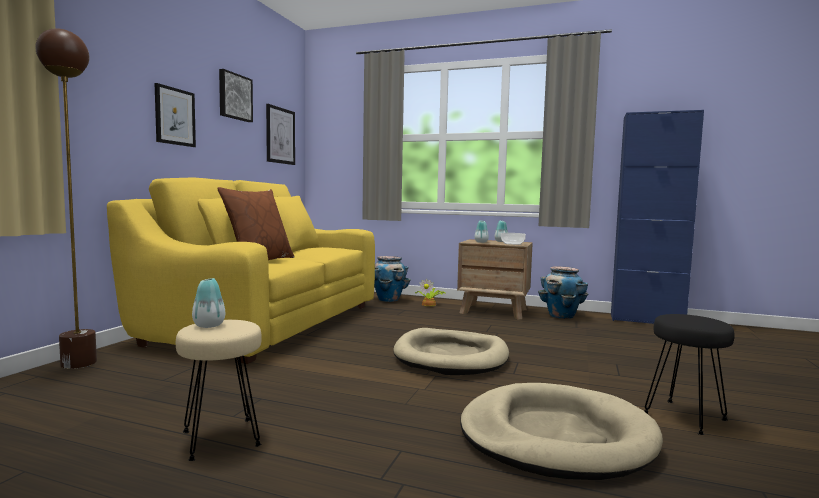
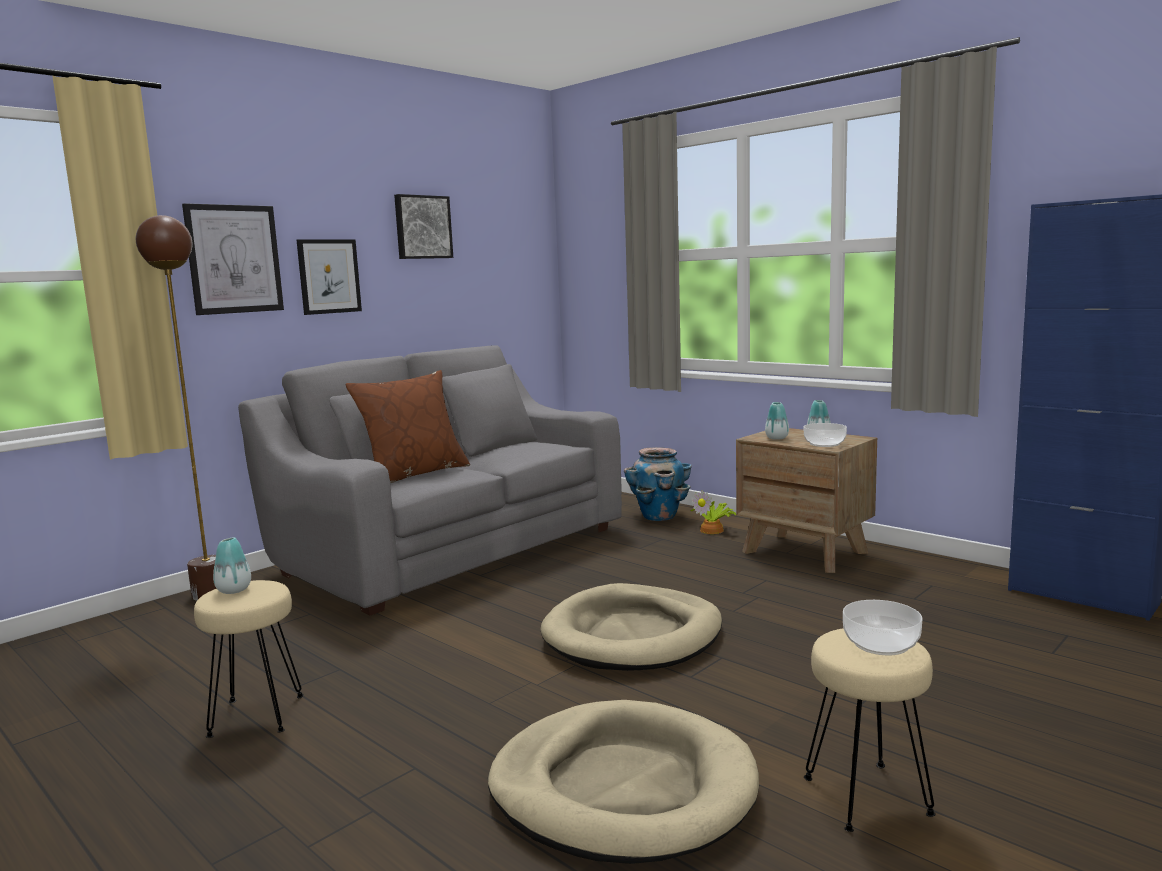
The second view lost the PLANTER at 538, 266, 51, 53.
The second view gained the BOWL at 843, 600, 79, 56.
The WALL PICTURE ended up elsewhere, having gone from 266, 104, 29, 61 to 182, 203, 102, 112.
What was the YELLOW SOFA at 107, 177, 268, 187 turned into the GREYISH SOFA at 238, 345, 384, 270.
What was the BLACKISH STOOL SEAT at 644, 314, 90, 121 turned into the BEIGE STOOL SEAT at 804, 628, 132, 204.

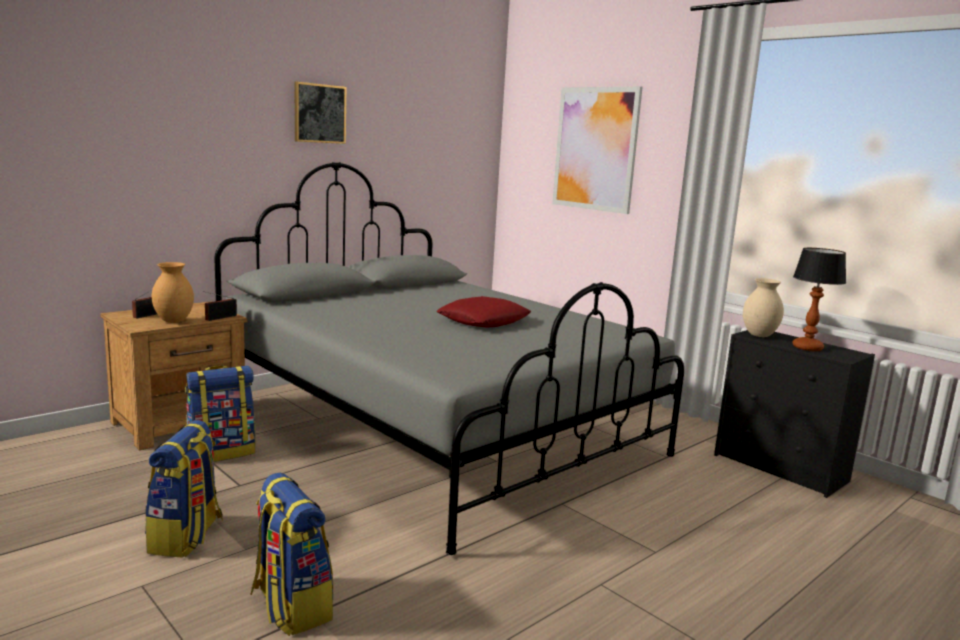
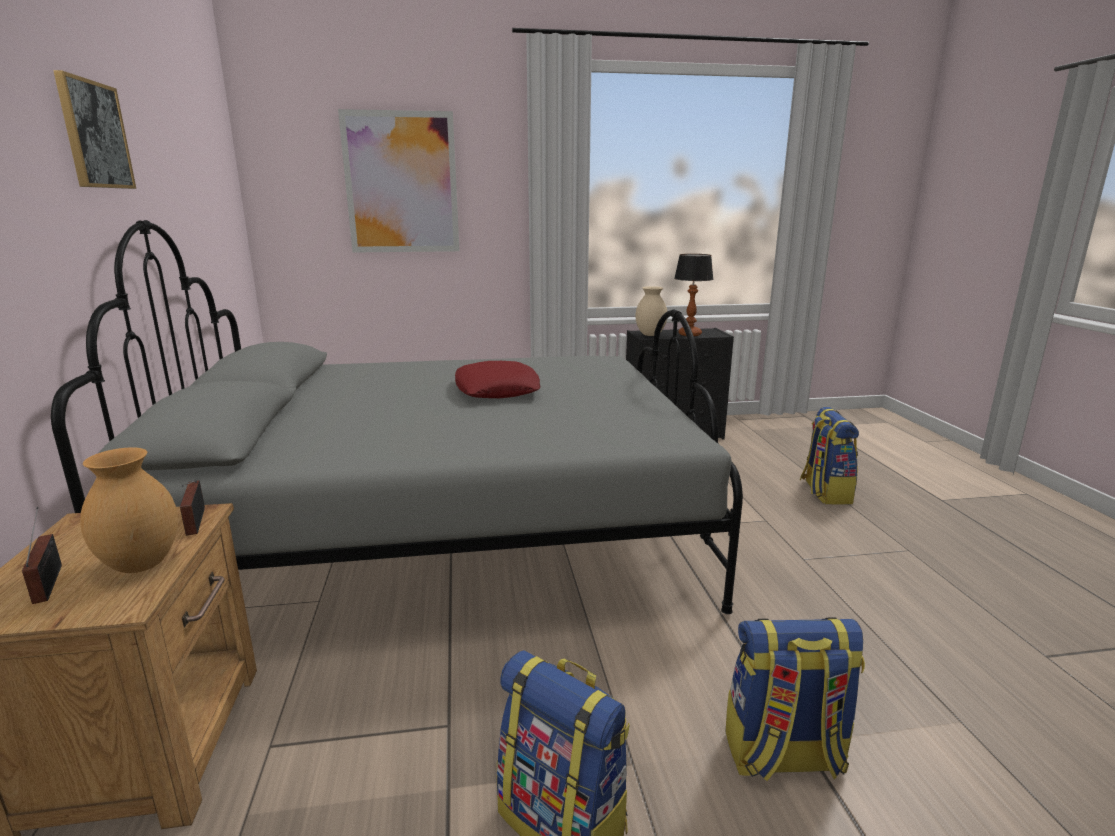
The KNAPSACK ended up elsewhere, having gone from 185, 365, 71, 97 to 800, 407, 59, 98.

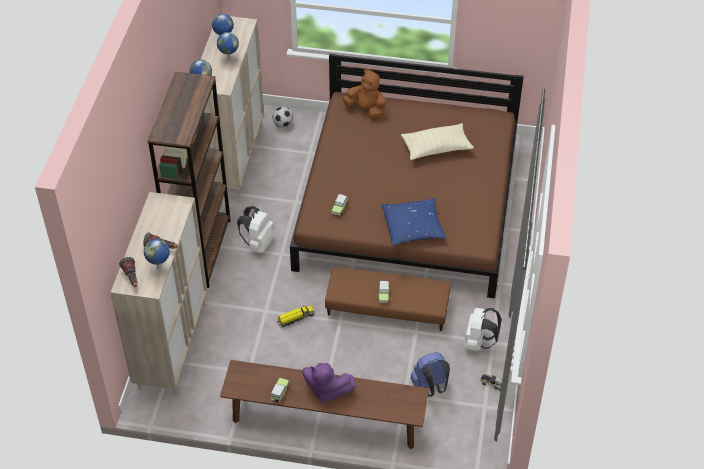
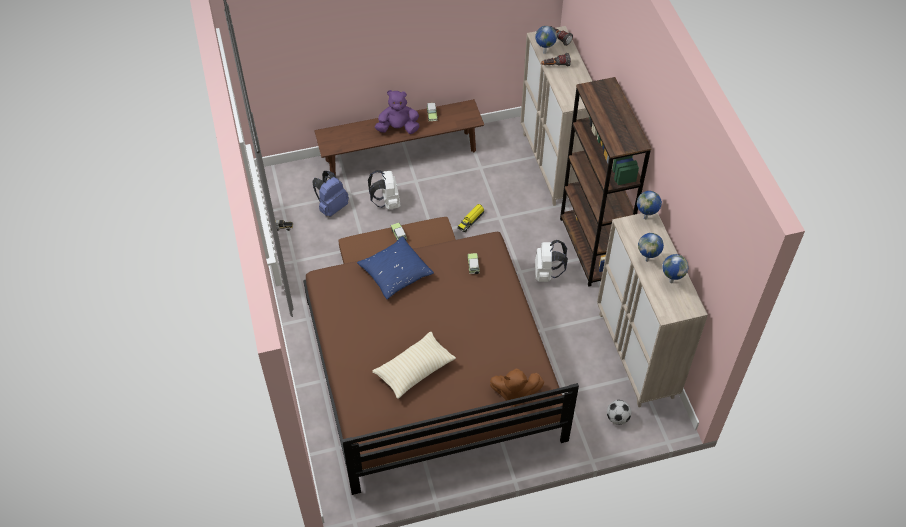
The WHITE KNAPSACK ended up elsewhere, having gone from 464, 308, 38, 43 to 368, 170, 32, 39.

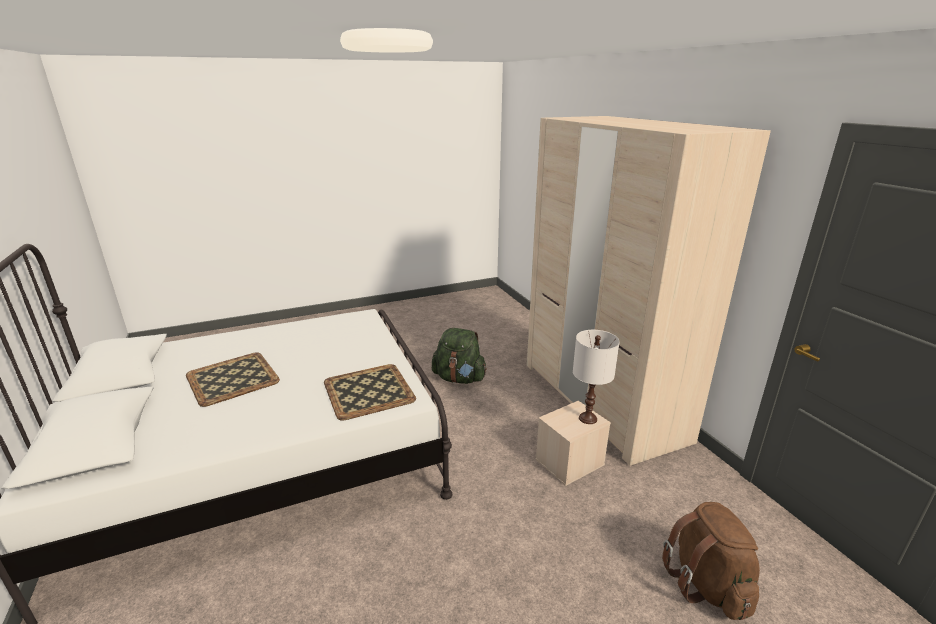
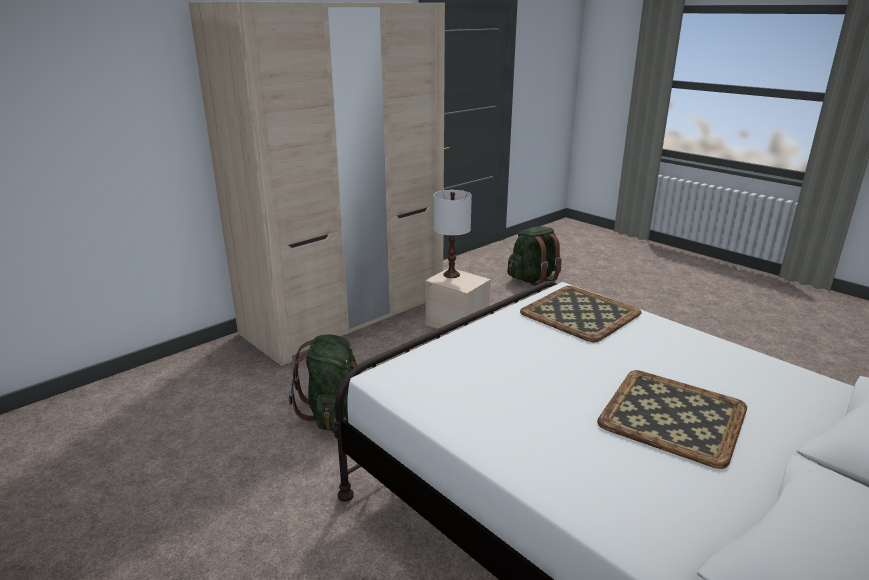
What was the BROWNISH KNAPSACK at 662, 502, 98, 118 turned into the GREENISH KNAPSACK at 507, 226, 55, 60.

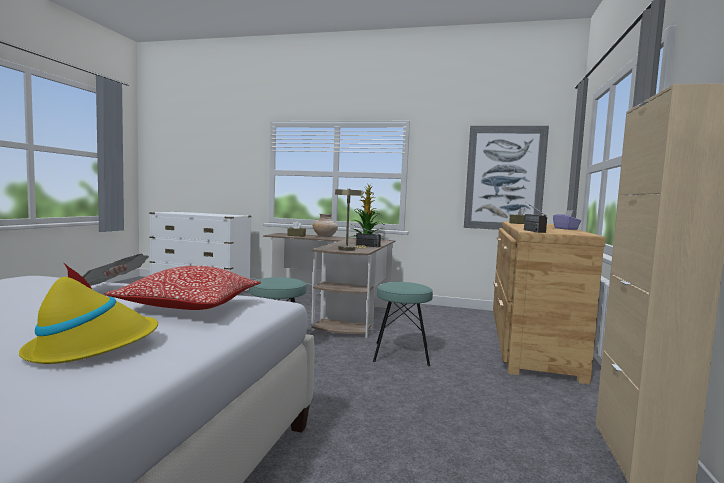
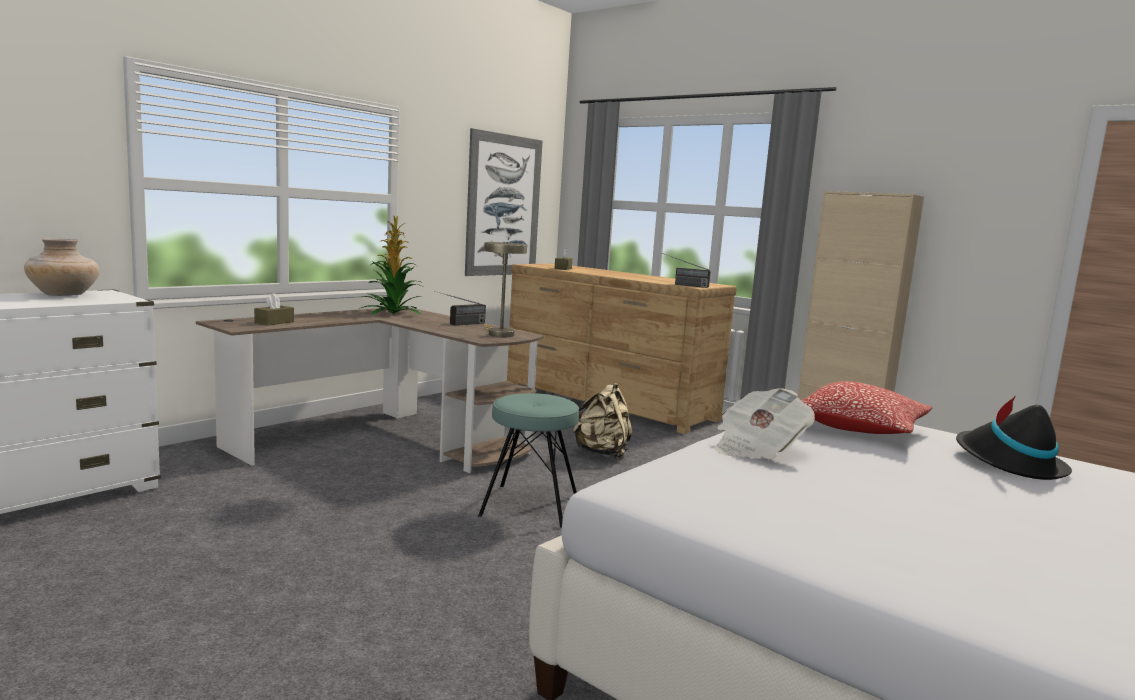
The second view lost the PURPLE TISSUE BOX at 553, 210, 28, 20.
The BEIGE DECORATIVE VASE ended up elsewhere, having gone from 313, 214, 25, 23 to 24, 238, 75, 58.
Where the BLUE-GREEN STOOL SEAT stood at 373, 282, 60, 84, the BEIGE KNAPSACK came to stand at 573, 383, 60, 76.
What was the YELLOW CLOTHING HAT at 19, 262, 139, 102 turned into the BLACKISH CLOTHING HAT at 956, 396, 116, 84.

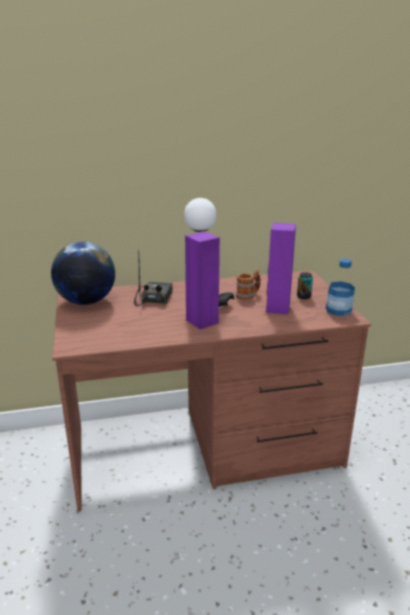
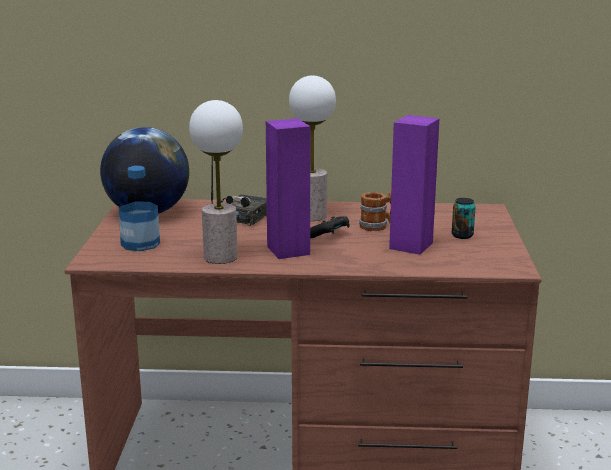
The second view gained the TABLETOP LAMP at 189, 100, 54, 164.
The DRINK BOTTLE ended up elsewhere, having gone from 326, 259, 29, 57 to 119, 166, 41, 85.

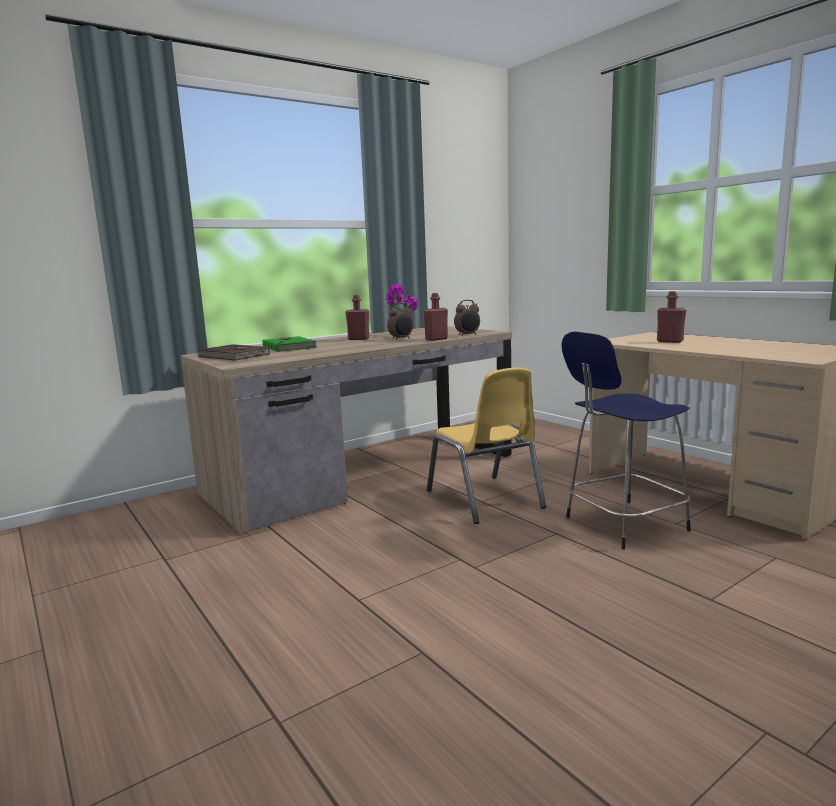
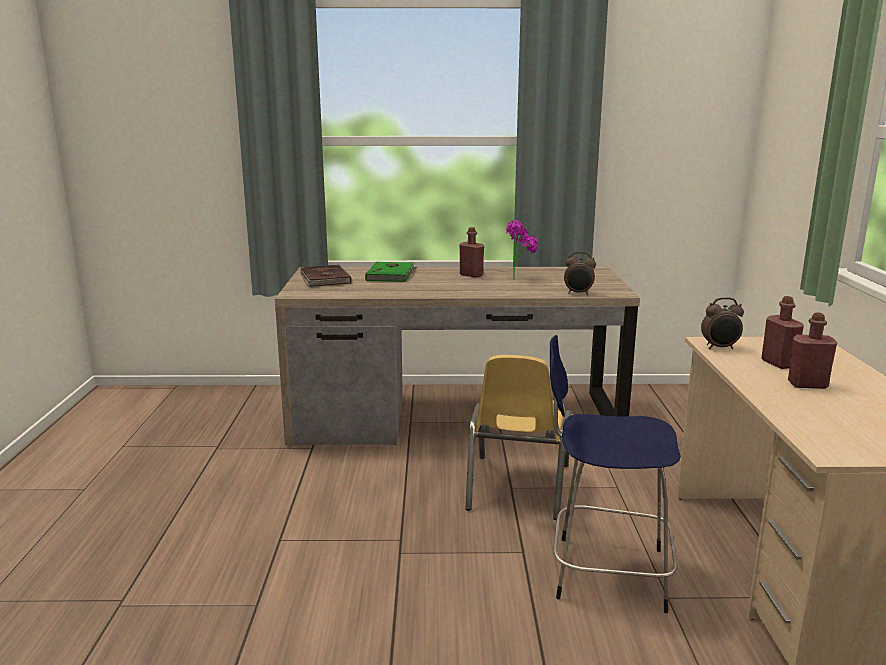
The ALARM CLOCK ended up elsewhere, having gone from 387, 303, 26, 37 to 701, 297, 43, 52.
The RED DRINK BOTTLE ended up elsewhere, having gone from 424, 293, 24, 48 to 788, 313, 49, 76.

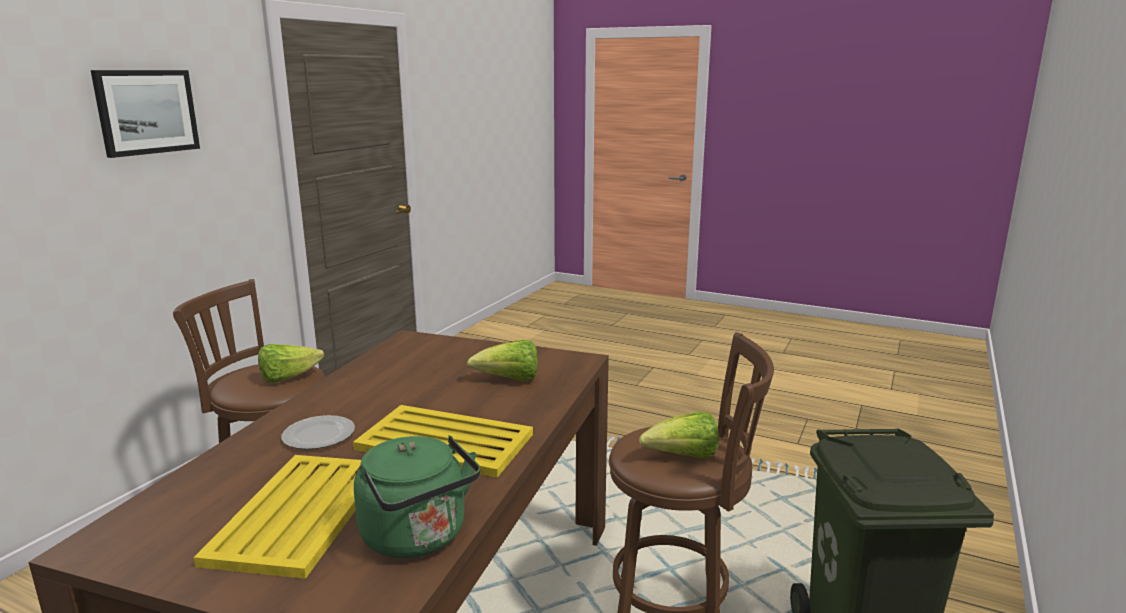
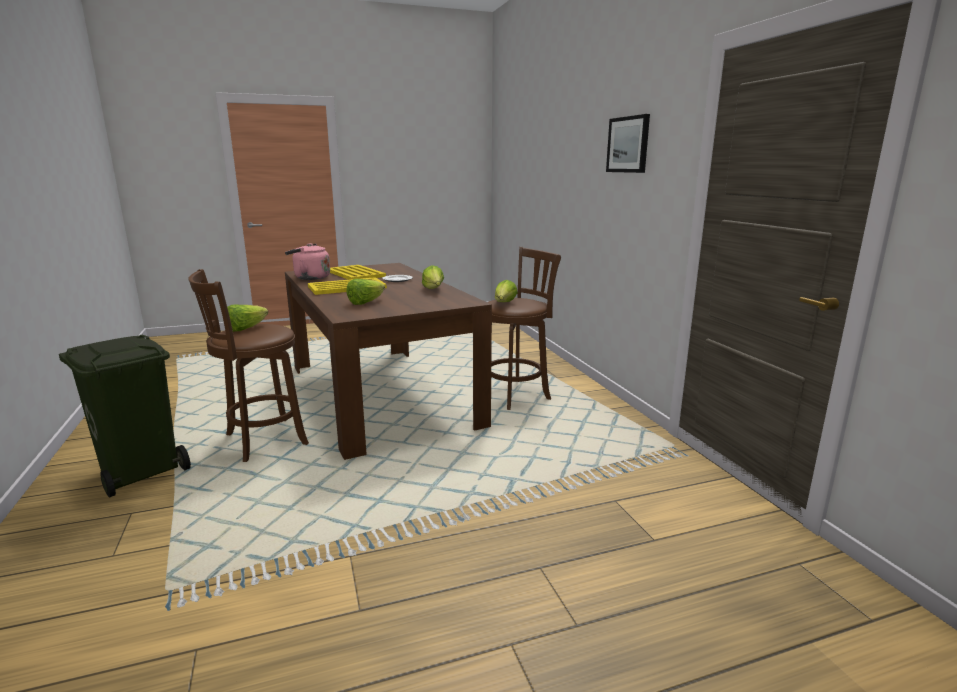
The second view gained the HEAD OF LETTUCE at 422, 265, 22, 24.
What was the GREENISH TEA KETTLE at 354, 435, 126, 123 turned into the PINKISH TEA KETTLE at 285, 243, 45, 37.

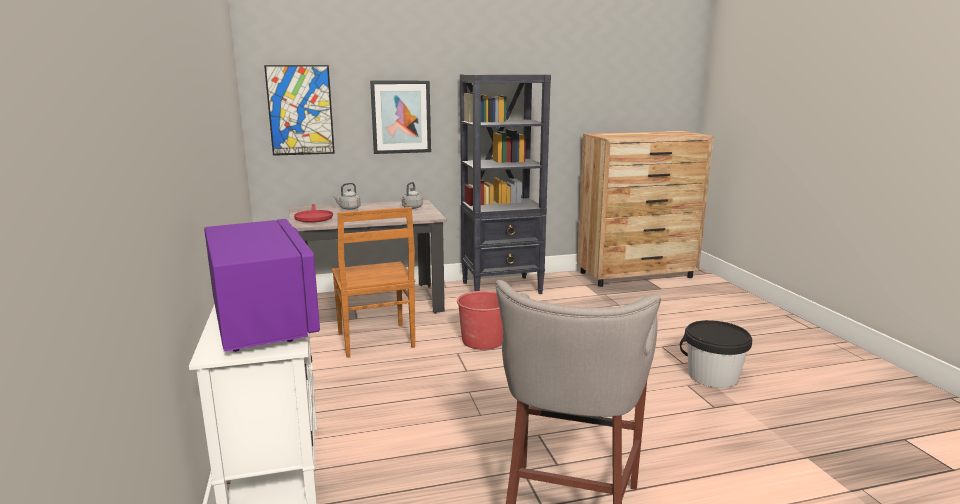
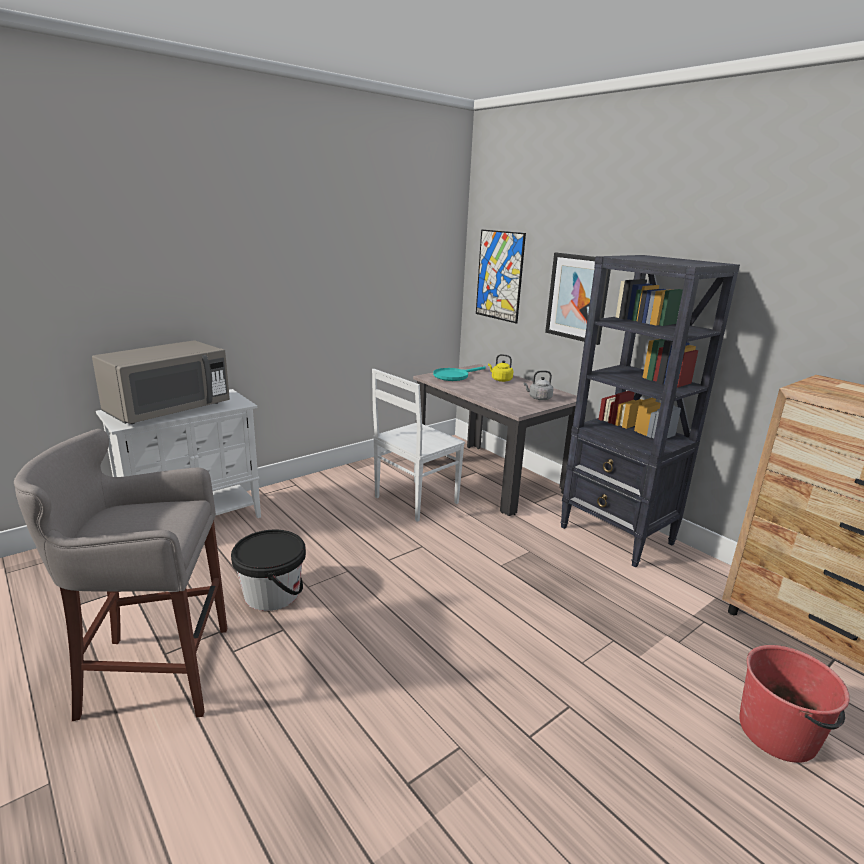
The RED WATER BUCKET ended up elsewhere, having gone from 457, 291, 46, 59 to 739, 645, 111, 118.
The BLACKISH WATER BUCKET ended up elsewhere, having gone from 680, 320, 72, 68 to 231, 530, 75, 81.
What was the PURPLE KITCHEN MICROWAVE at 204, 219, 116, 133 turned into the GREYISH KITCHEN MICROWAVE at 92, 340, 138, 84.
What was the RED PAN at 294, 204, 39, 19 turned into the BLUE-GREEN PAN at 433, 366, 53, 15.
What was the BROWNISH CHAIR at 332, 207, 83, 151 turned into the WHITE CHAIR at 372, 369, 93, 153.
What was the GREYISH TEA KETTLE at 333, 183, 28, 27 turned into the YELLOW TEA KETTLE at 488, 354, 25, 28.

